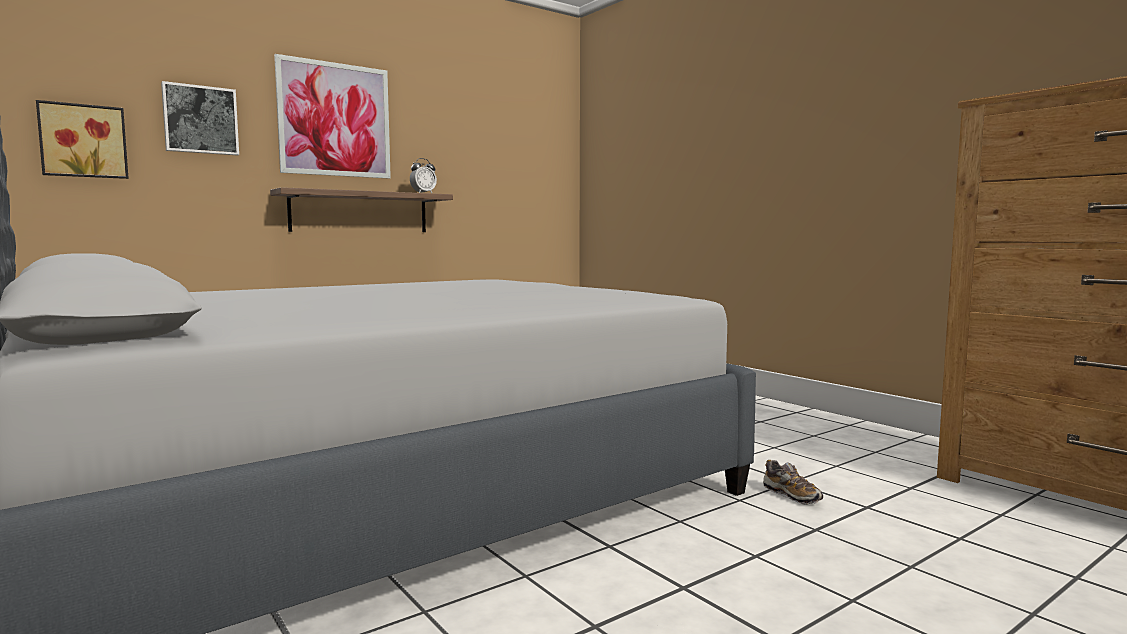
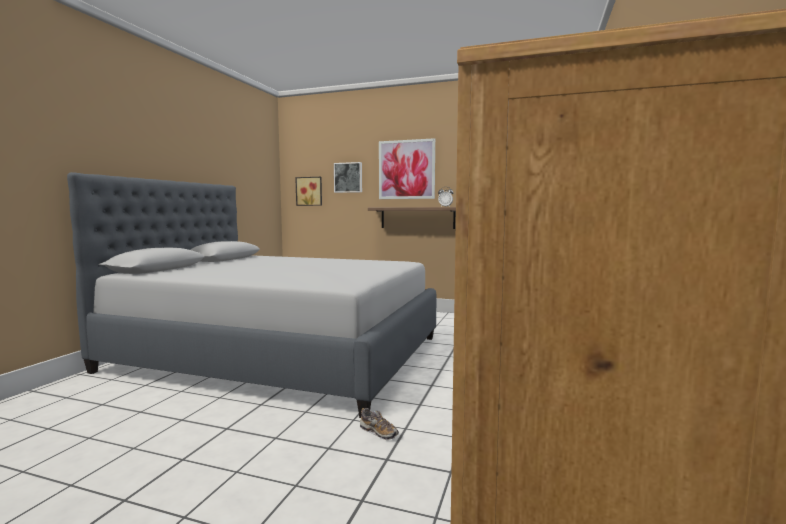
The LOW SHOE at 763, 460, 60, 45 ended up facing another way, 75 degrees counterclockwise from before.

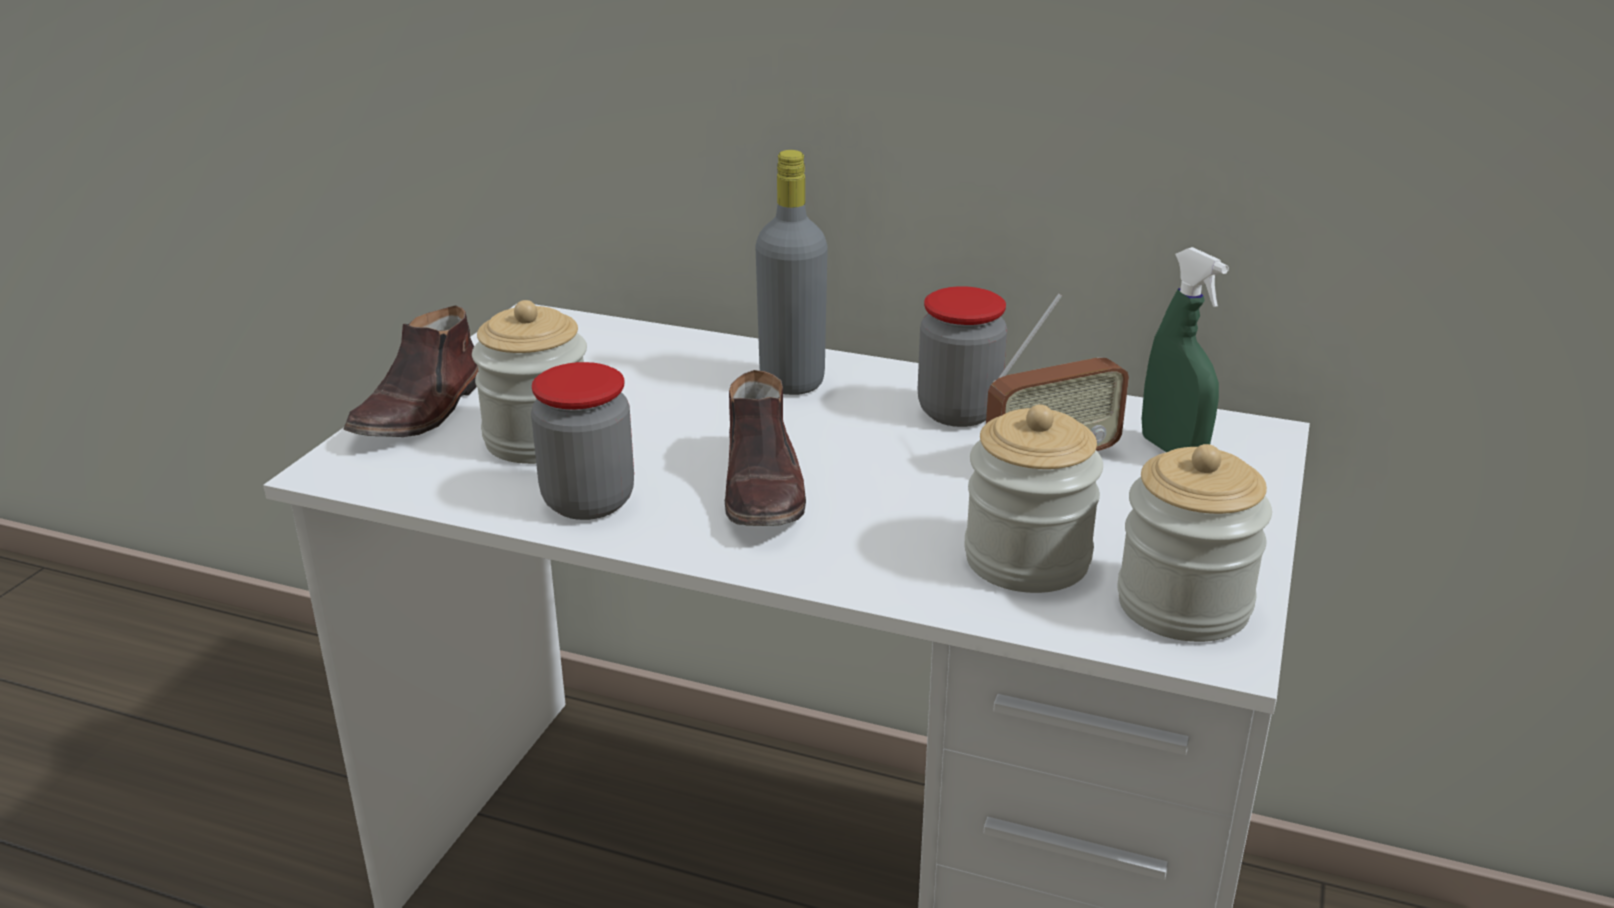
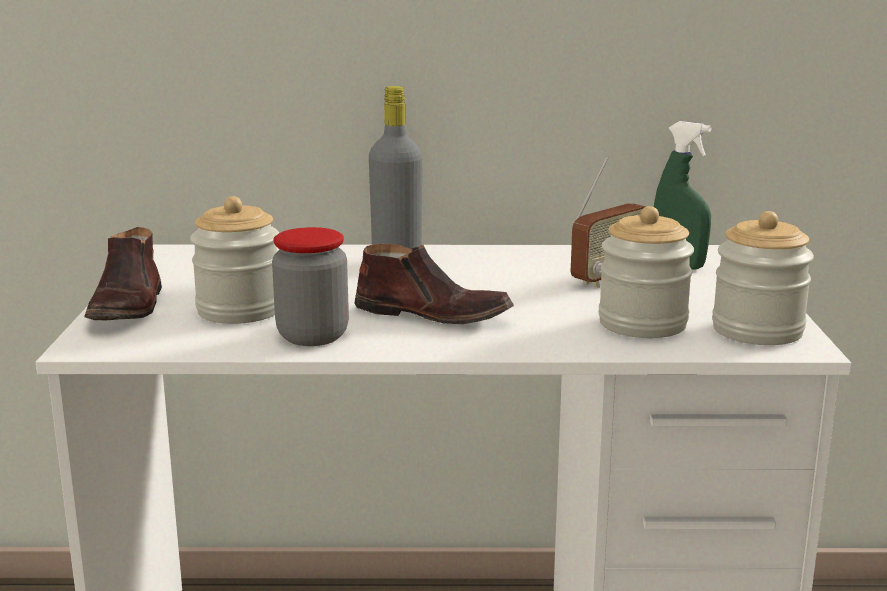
The second view lost the JAR at 918, 286, 89, 141.
The BROWNISH LOW SHOE at 725, 370, 81, 156 ended up facing another way, 45 degrees counterclockwise from before.

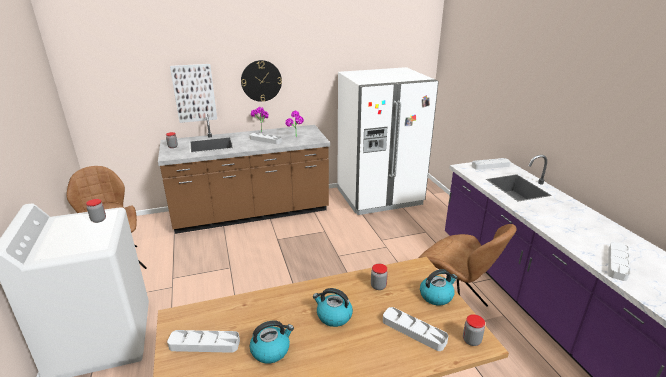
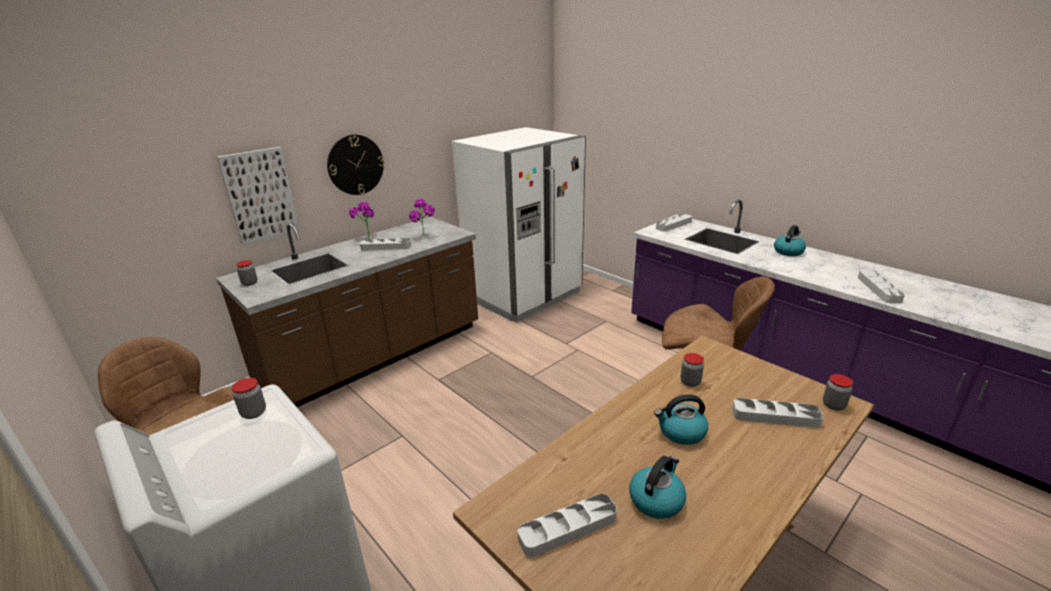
The TEA KETTLE ended up elsewhere, having gone from 420, 269, 38, 36 to 774, 225, 32, 31.

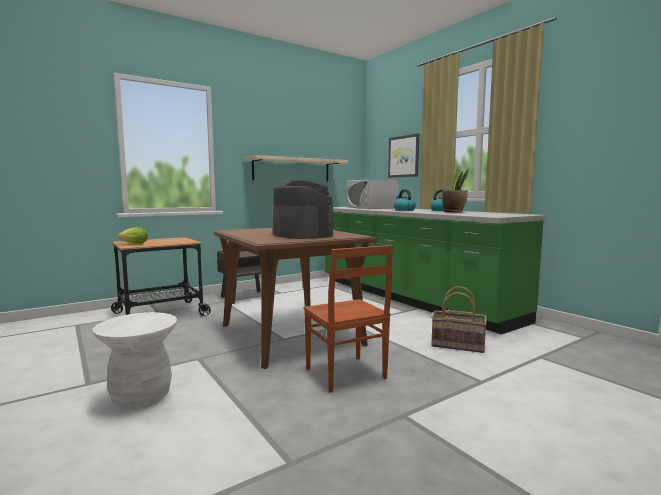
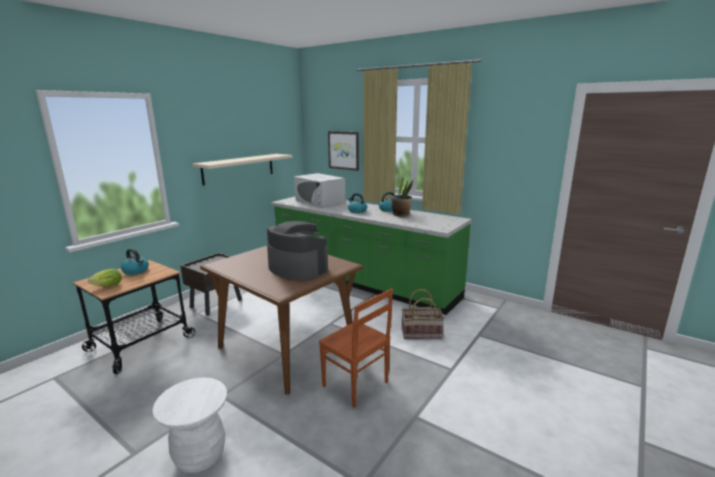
The second view gained the TEA KETTLE at 121, 248, 28, 27.

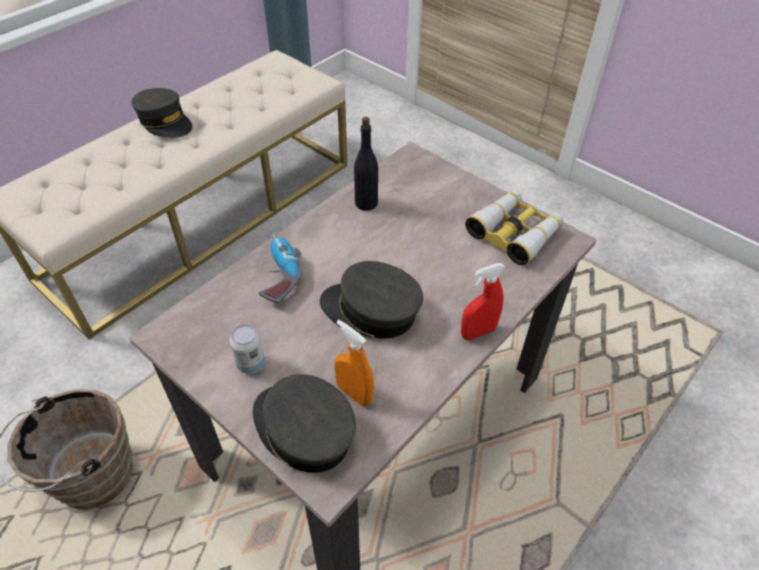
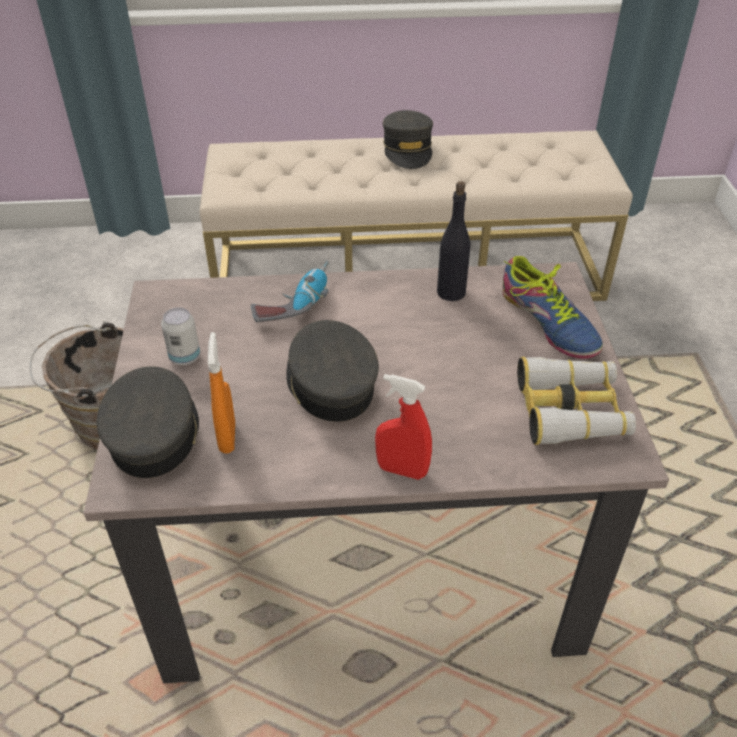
The second view gained the LOW SHOE at 502, 256, 101, 103.

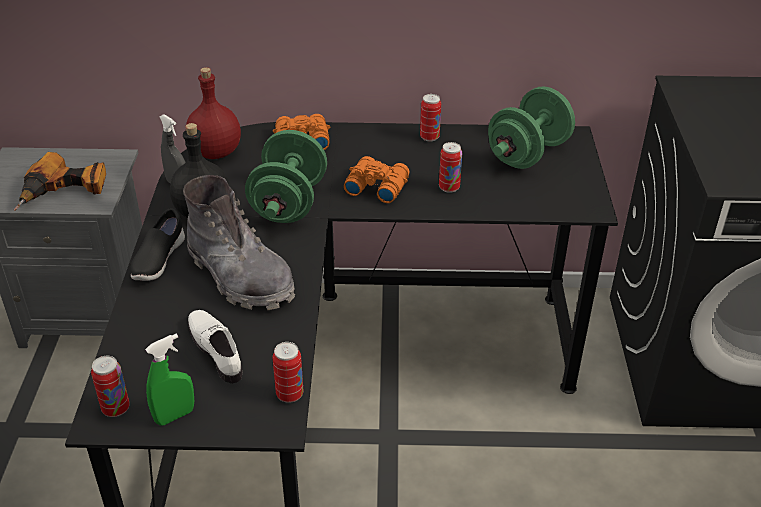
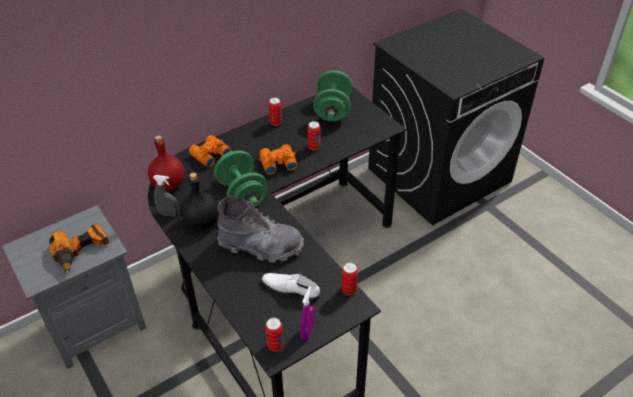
The second view lost the BLACKISH LOW SHOE at 130, 208, 55, 73.
What was the GREENISH SPRAY BOTTLE at 145, 333, 49, 93 turned into the PURPLE SPRAY BOTTLE at 300, 286, 15, 54.

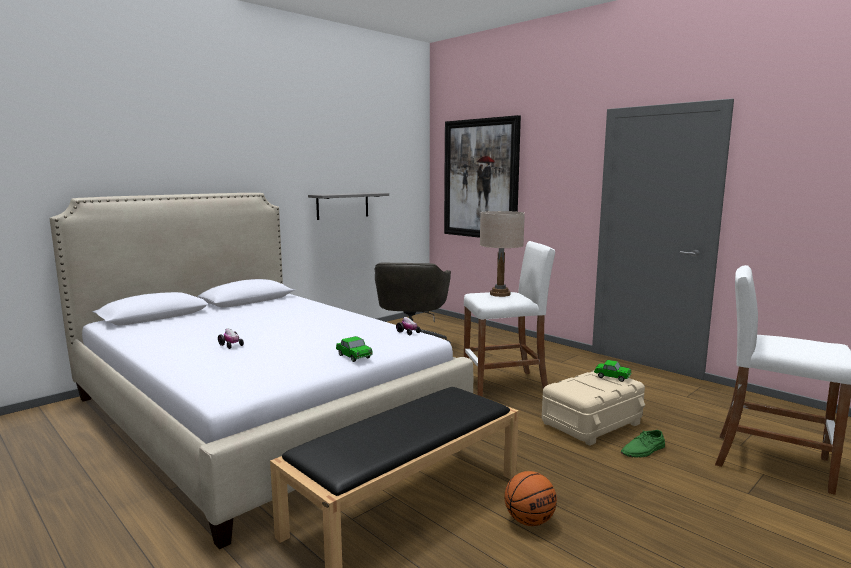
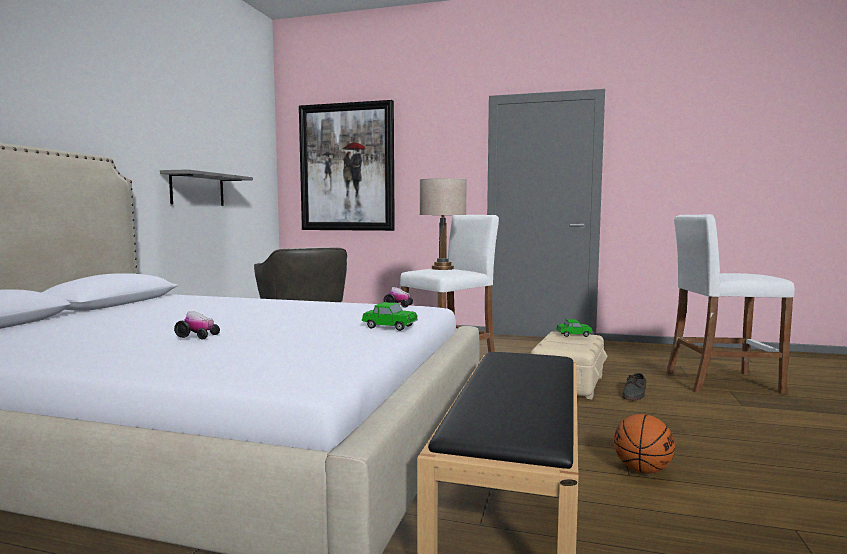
What was the GREENISH LOW SHOE at 621, 430, 44, 28 turned into the GREYISH LOW SHOE at 622, 373, 24, 27.

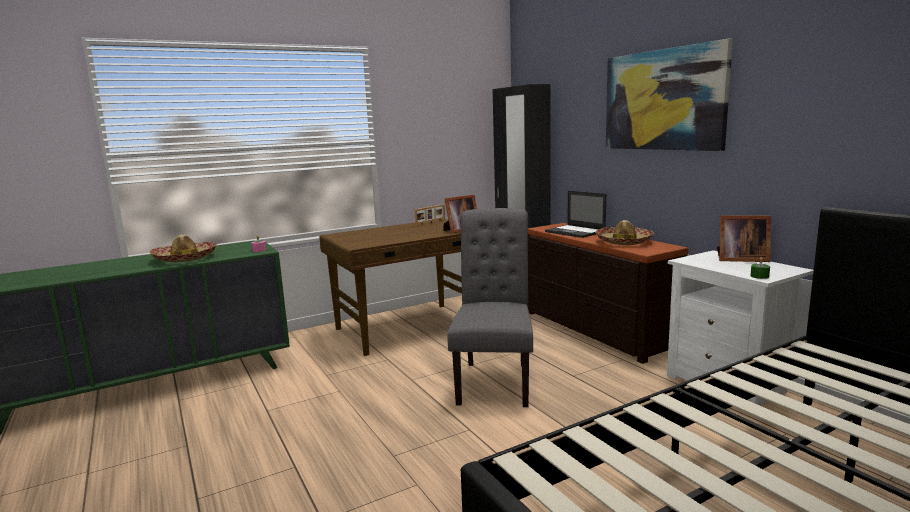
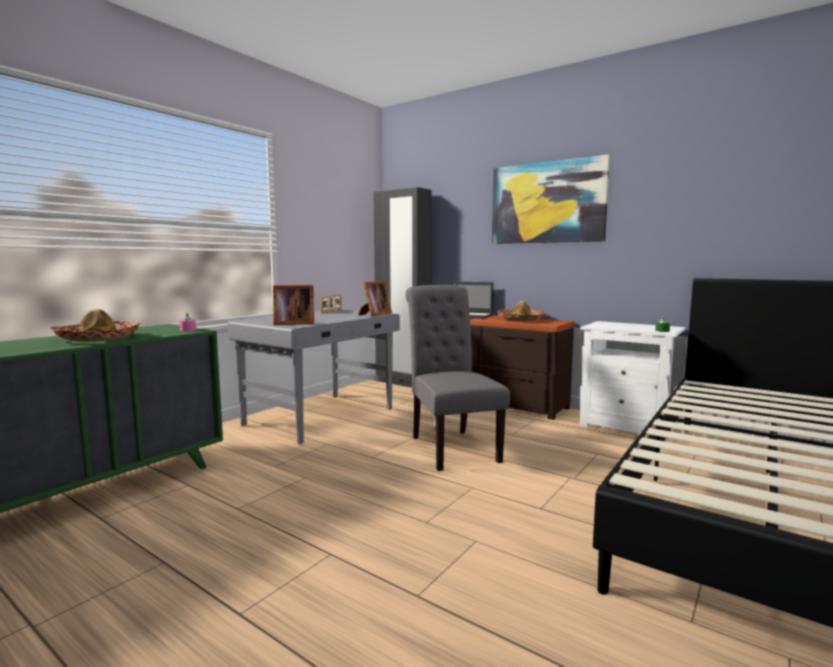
The STANDING FRAME ended up elsewhere, having gone from 717, 216, 54, 46 to 273, 285, 41, 40.
What was the BROWNISH DESK UNIT at 319, 219, 143, 137 turned into the GREYISH DESK UNIT at 228, 310, 172, 134.

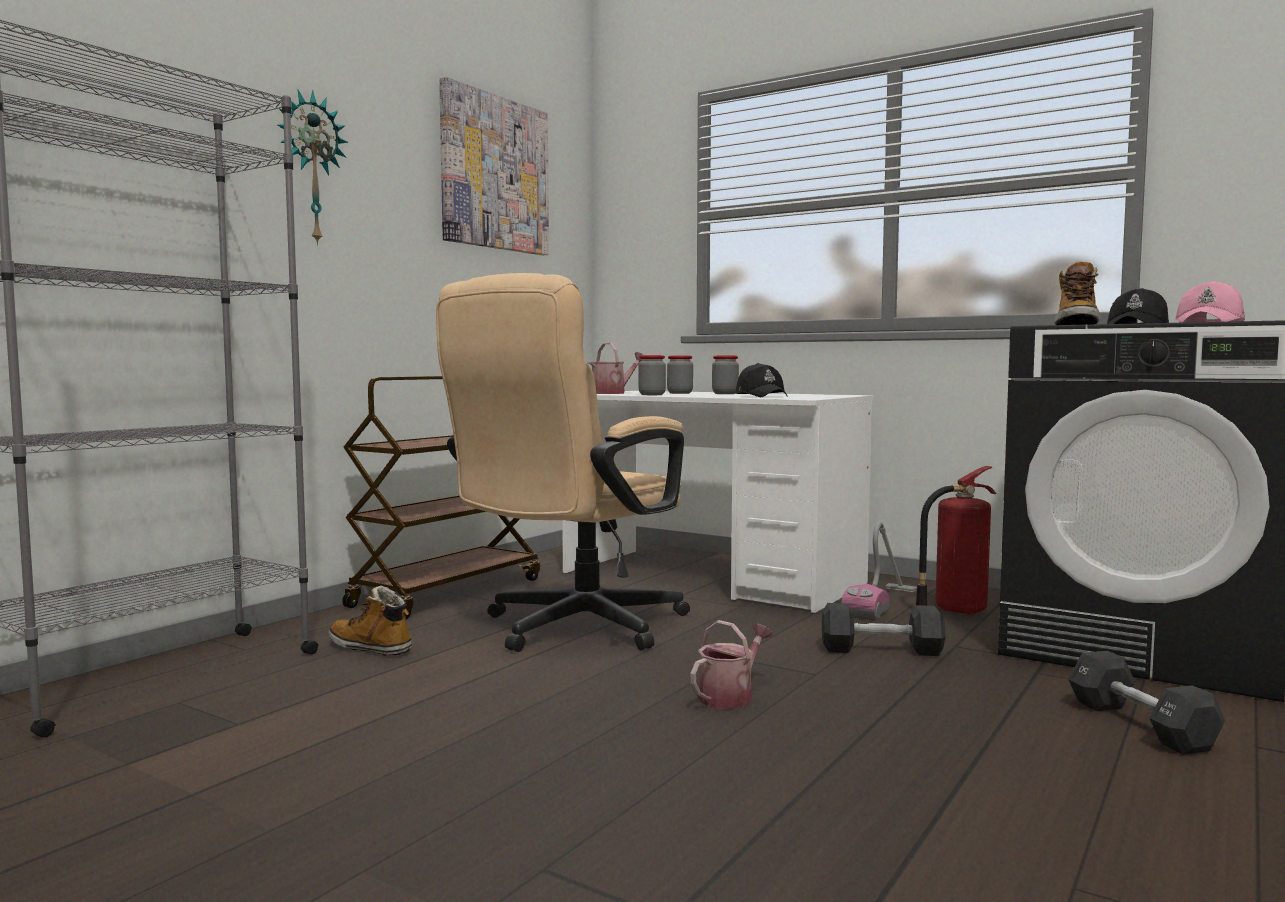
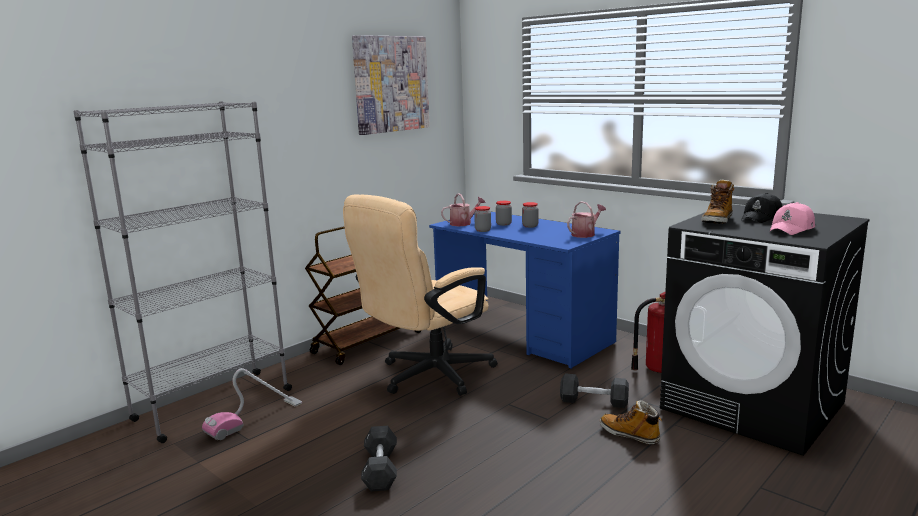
The second view lost the CLOCK ON THE WALL at 277, 90, 71, 155.
The second view lost the BLACKISH BASEBALL CAP at 735, 363, 52, 35.
The BOOT ended up elsewhere, having gone from 329, 585, 83, 71 to 600, 400, 61, 45.
The WATERING POT ended up elsewhere, having gone from 690, 620, 83, 89 to 567, 202, 39, 36.
The VACUUM CLEANER ended up elsewhere, having gone from 841, 521, 76, 98 to 202, 368, 100, 72.
The BLACKISH HAND WEIGHT ended up elsewhere, having gone from 1068, 651, 157, 104 to 361, 426, 36, 66.
What was the WHITE DESK UNIT at 562, 391, 311, 223 turned into the BLUISH DESK UNIT at 429, 211, 192, 158.

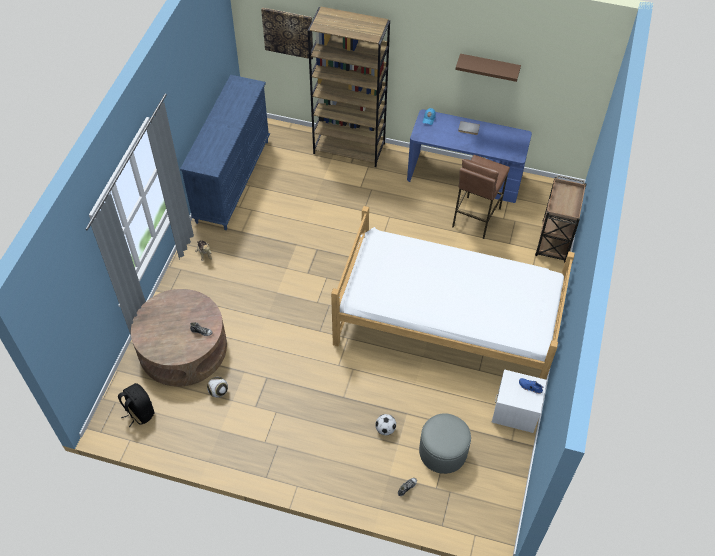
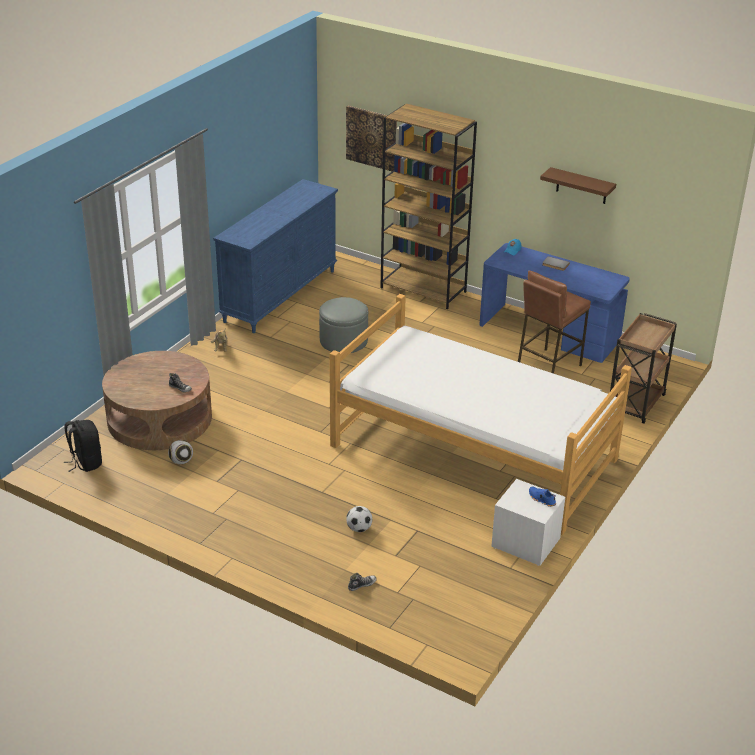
The GREYISH OTTOMAN ended up elsewhere, having gone from 419, 413, 52, 61 to 319, 297, 49, 56.

